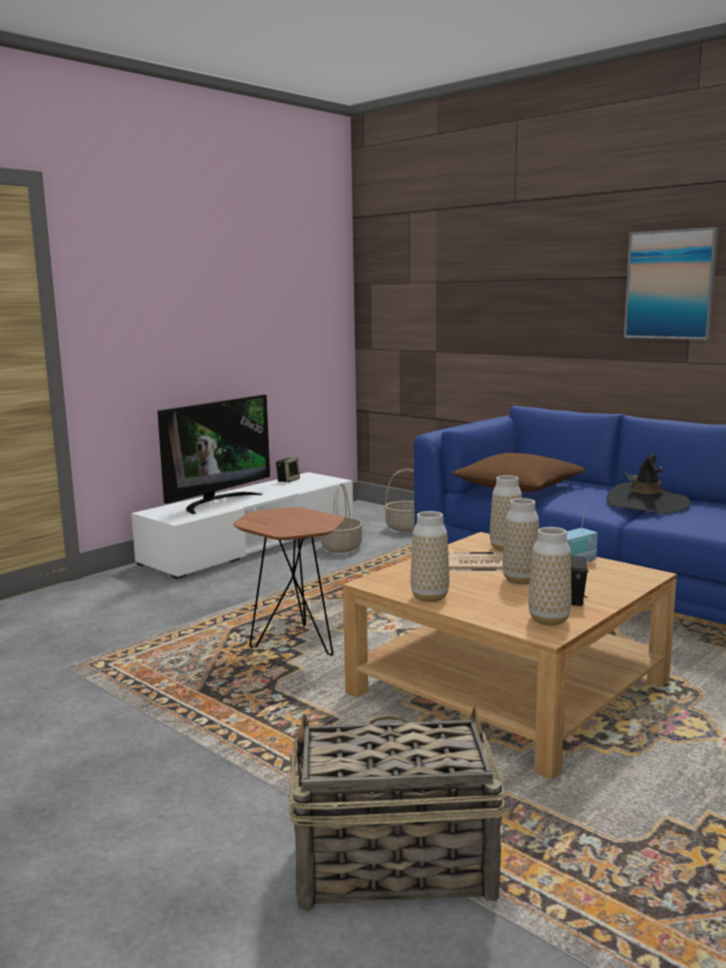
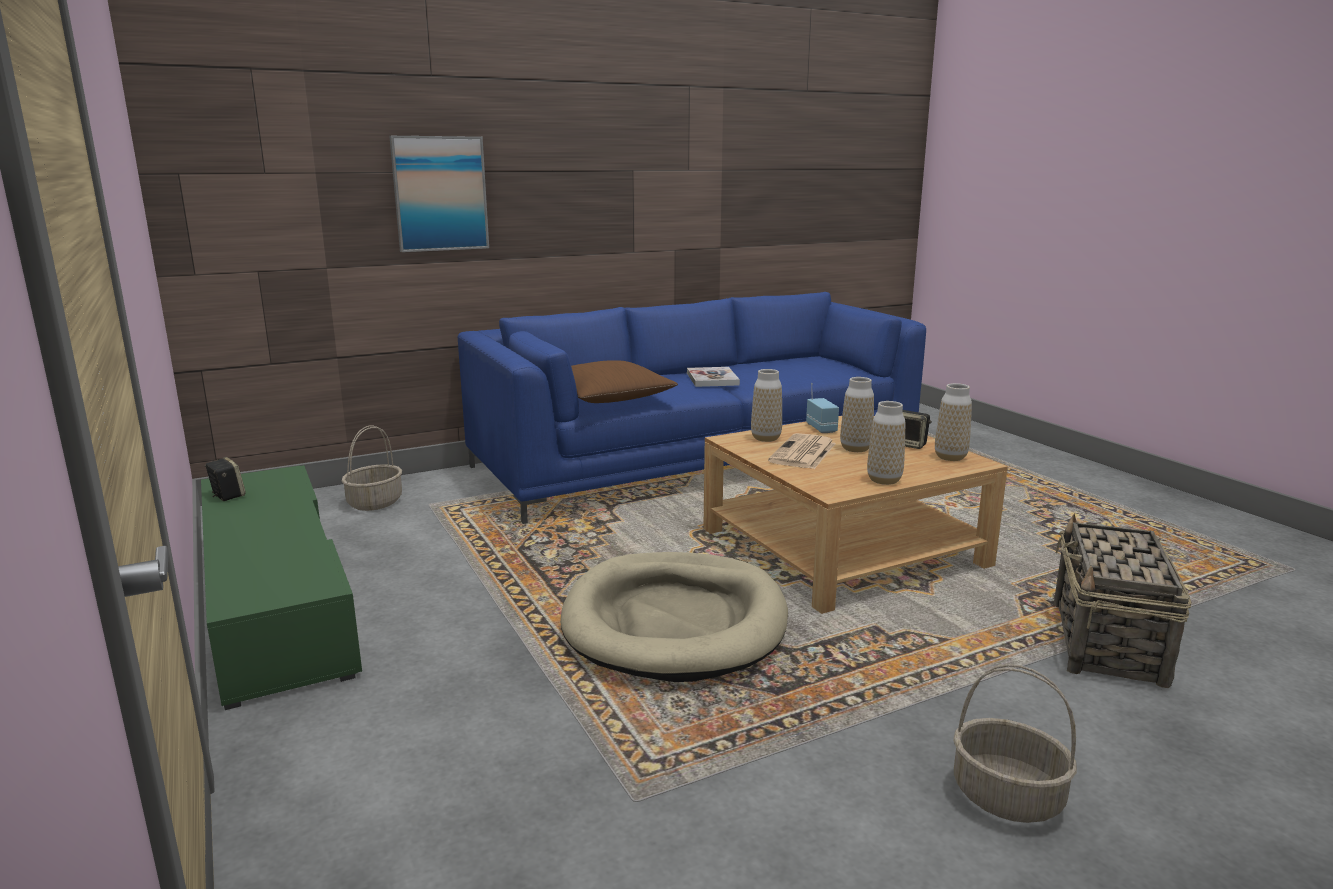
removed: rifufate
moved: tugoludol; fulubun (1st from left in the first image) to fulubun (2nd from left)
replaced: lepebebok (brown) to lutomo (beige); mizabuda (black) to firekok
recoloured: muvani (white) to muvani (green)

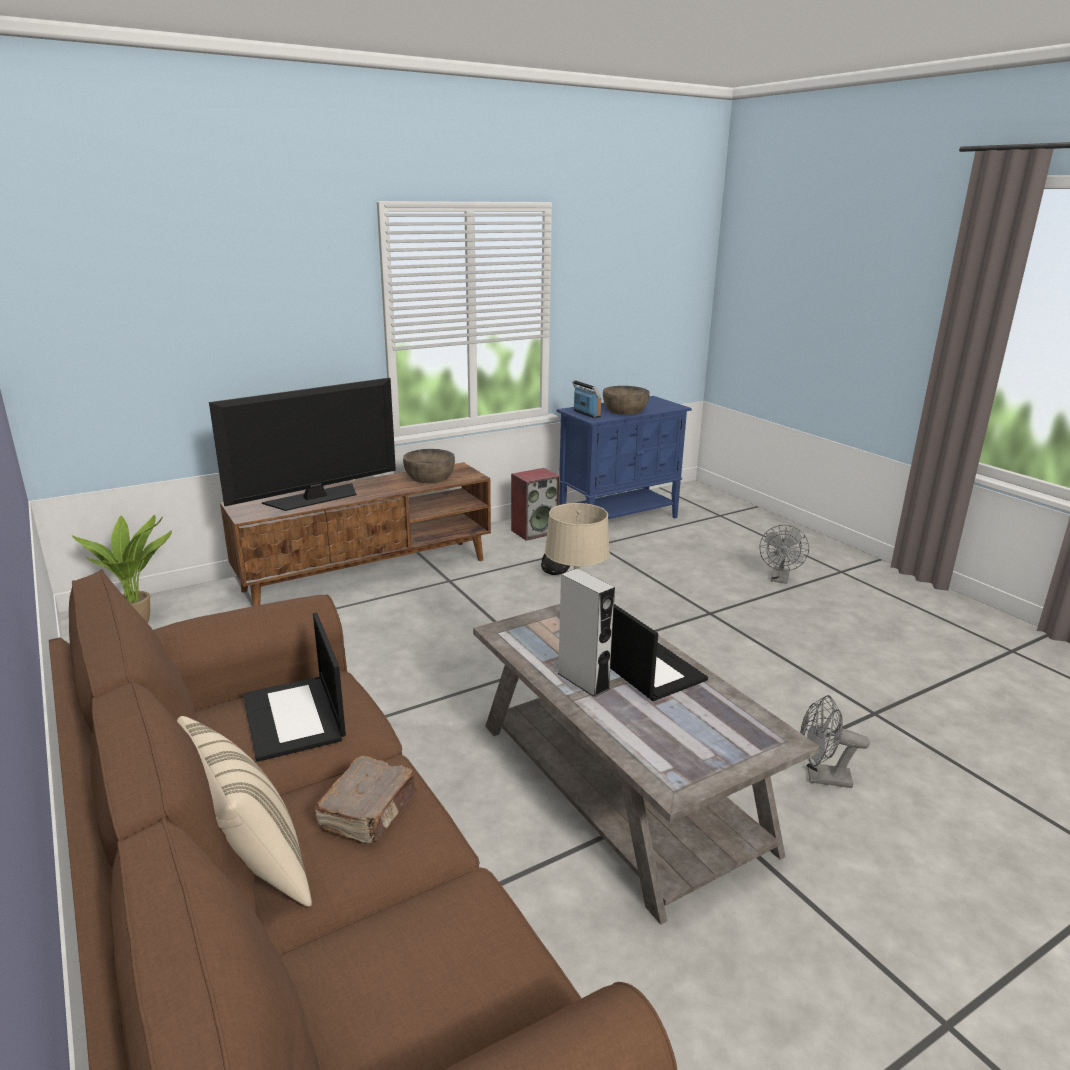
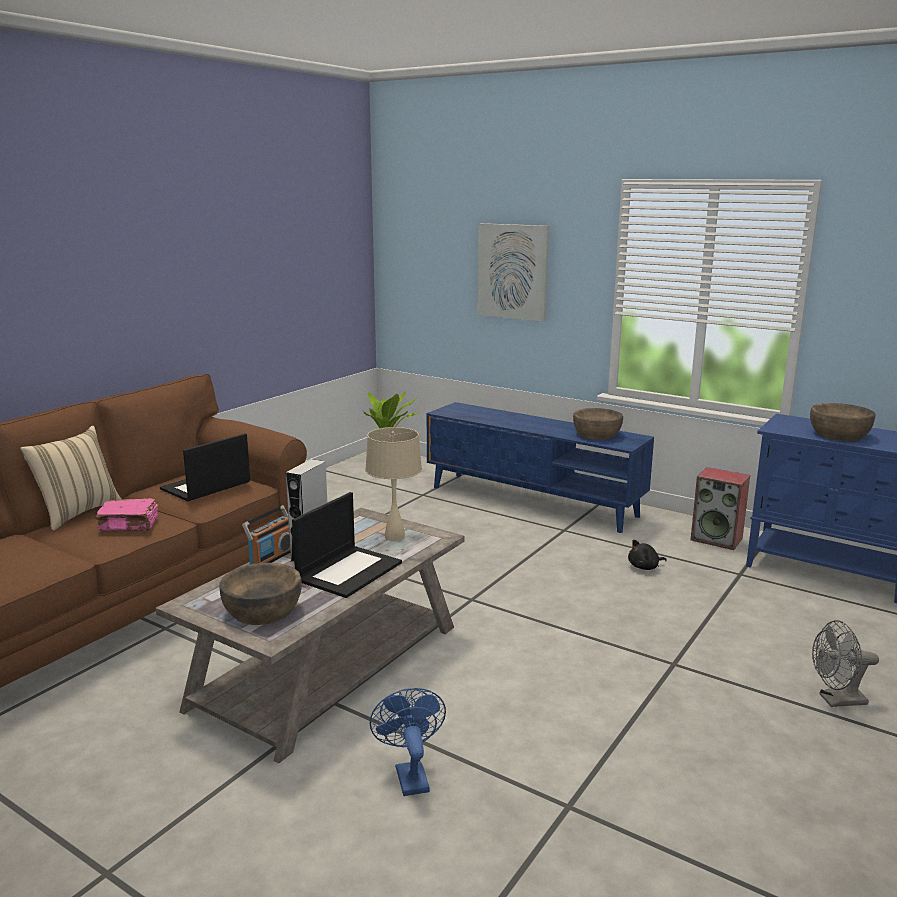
removed: rifufate
added: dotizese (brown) (1st from left); tugoludol
moved: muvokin
recoloured: firekok (brown) to firekok (pink); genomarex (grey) (2nd from left) to genomarex (blue); muvani (brown) to muvani (blue)

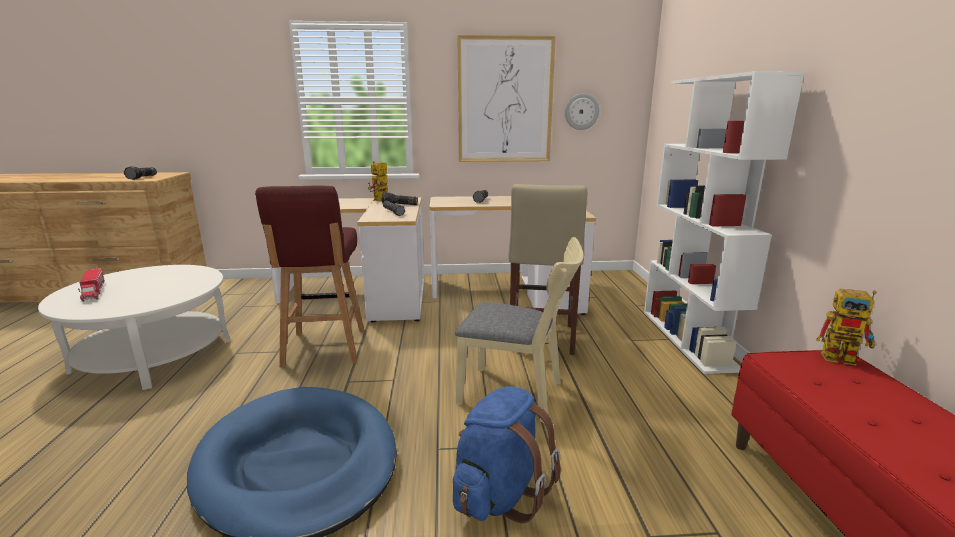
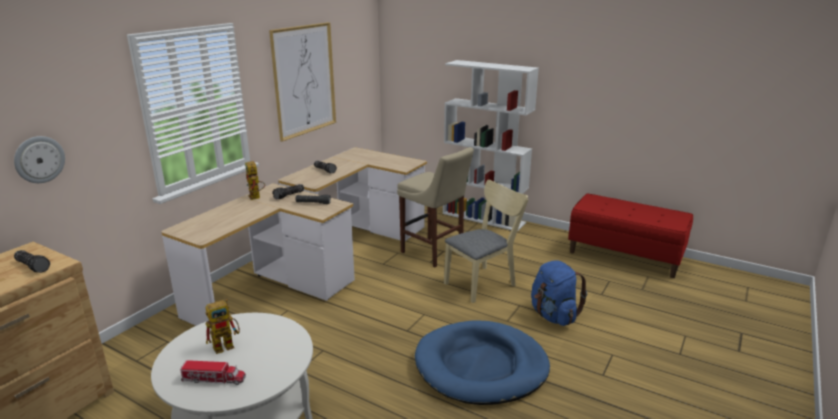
removed: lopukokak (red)
moved: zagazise; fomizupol (2nd from left in the first image) to fomizupol (1st from left)

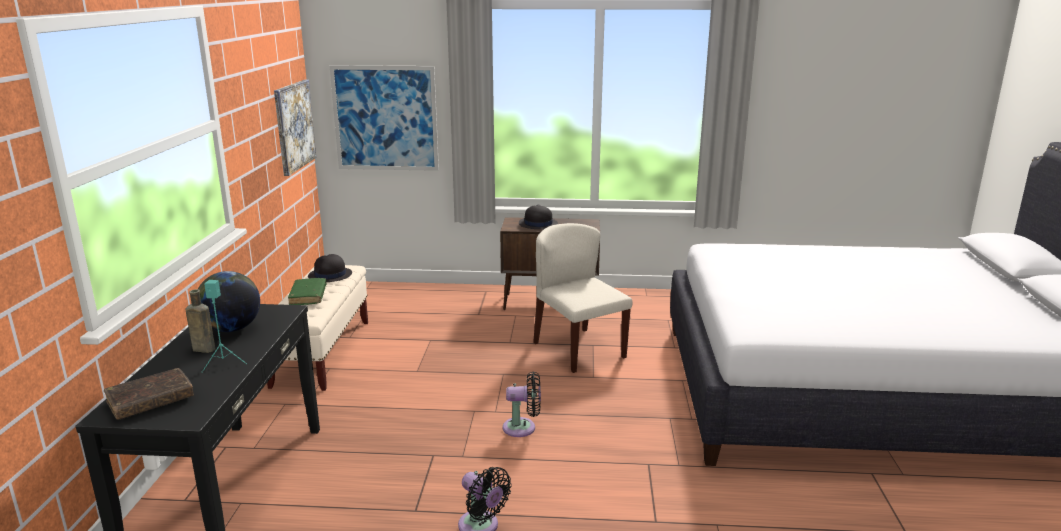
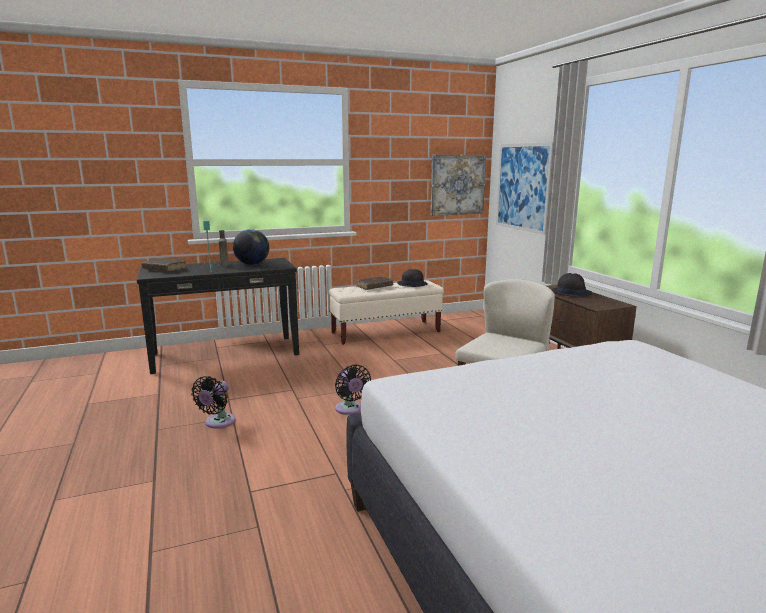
recoloured: firekok (green) to firekok (brown) (2nd from left)

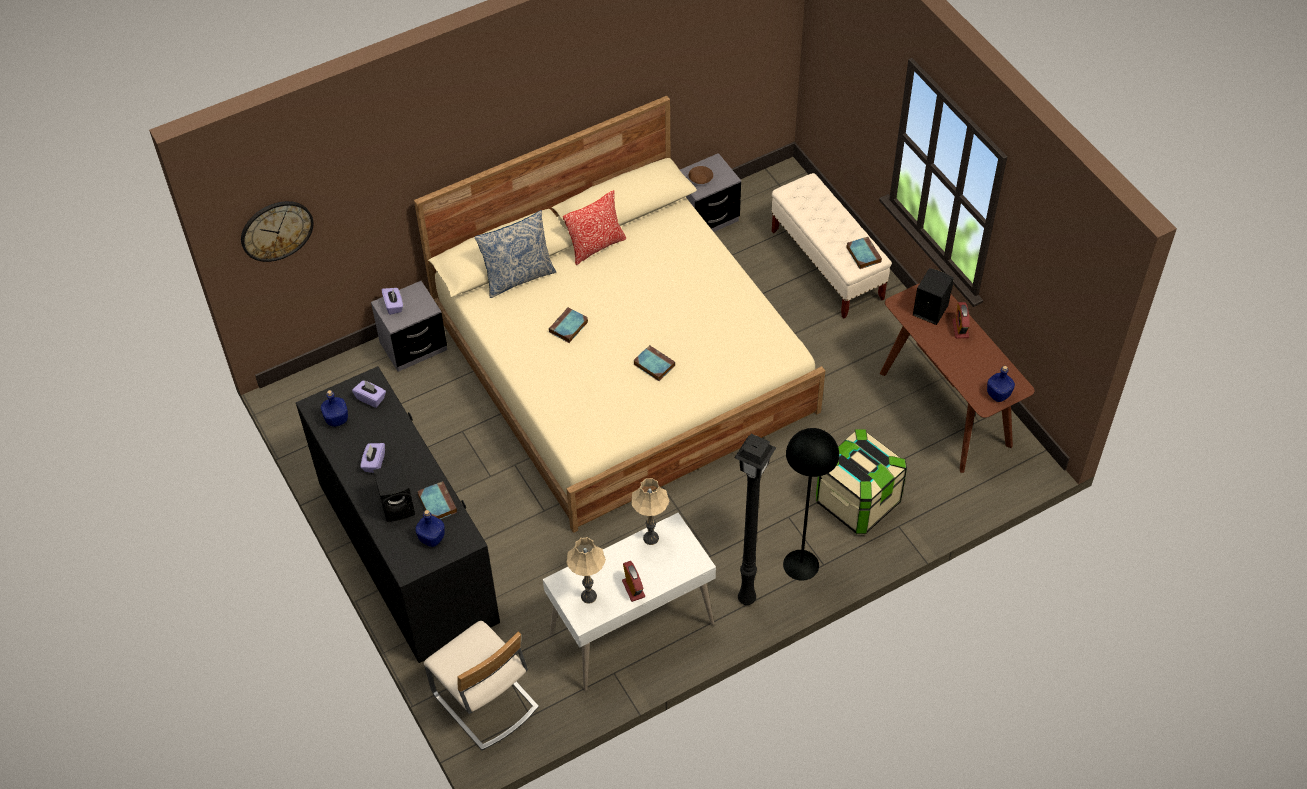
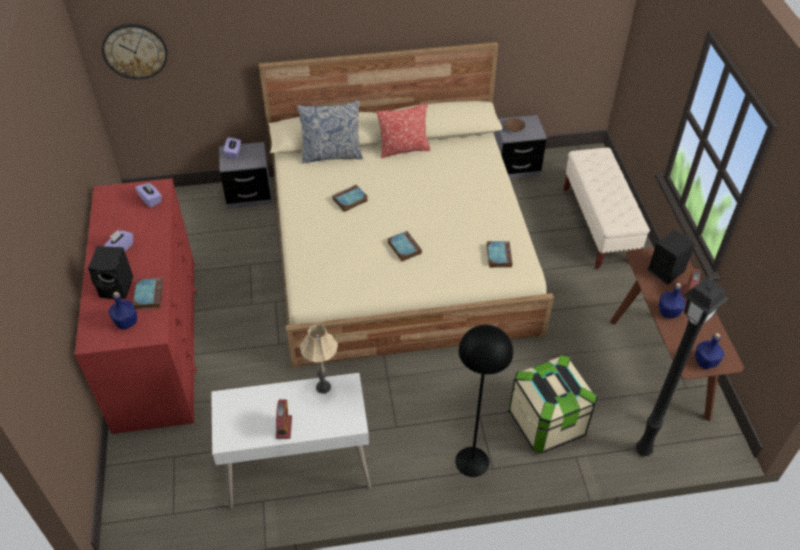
removed: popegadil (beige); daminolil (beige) (1st from left)
moved: firekok (4th from left); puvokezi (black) (1st from left in the first image) to puvokezi (black) (2nd from left); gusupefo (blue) (1st from left in the first image) to gusupefo (blue) (2nd from left)
recoloured: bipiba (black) to bipiba (red)

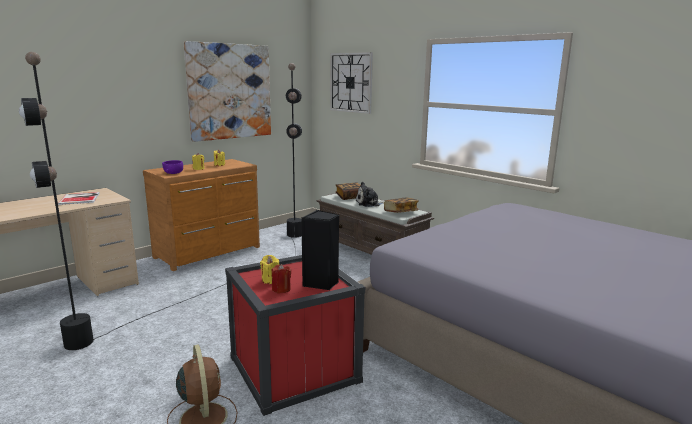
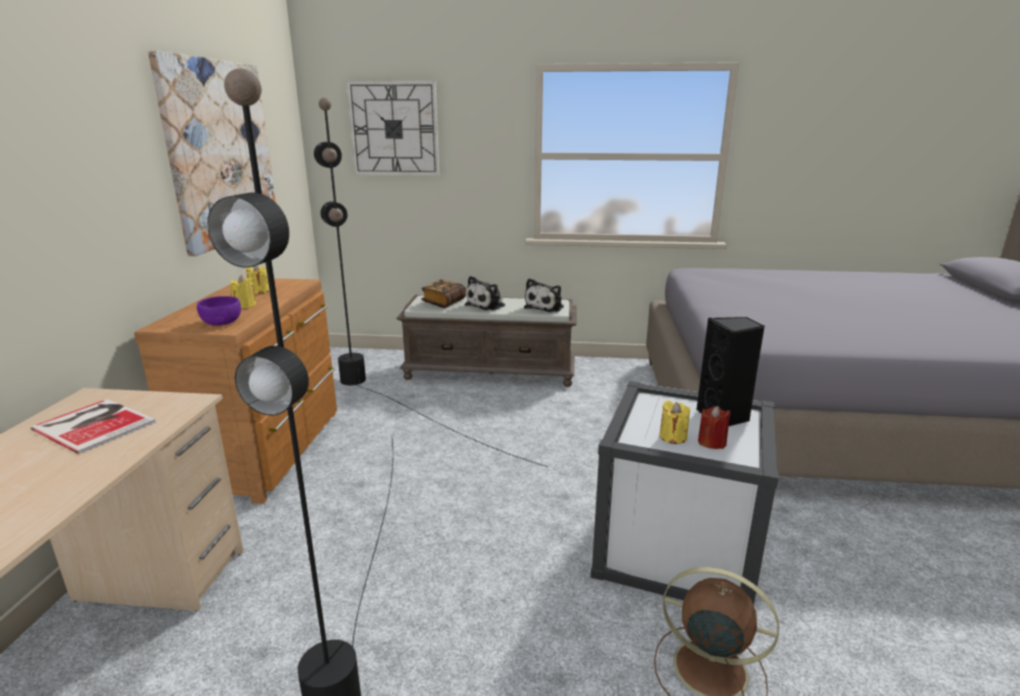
replaced: firekok (3rd from left) to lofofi (2nd from left)
recoloured: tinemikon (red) to tinemikon (white)

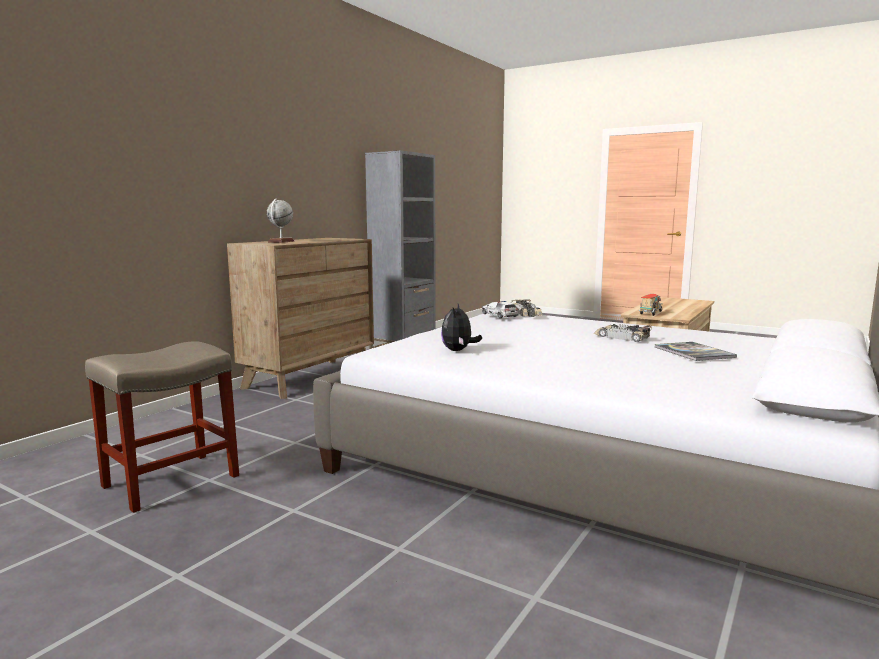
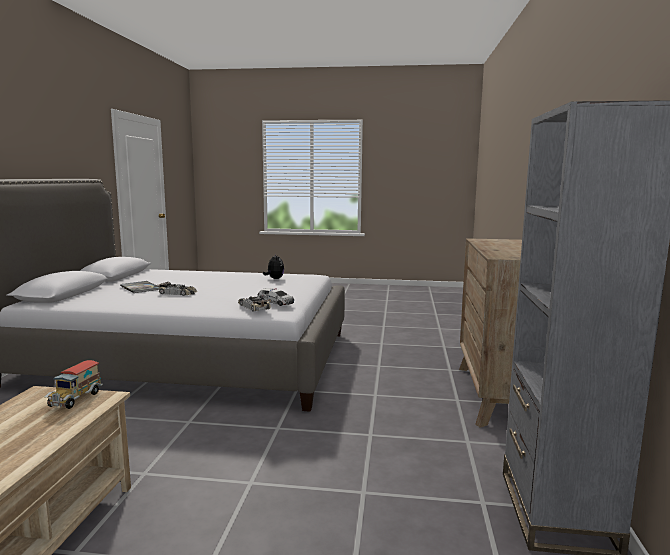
removed: lopukokak (beige); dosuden

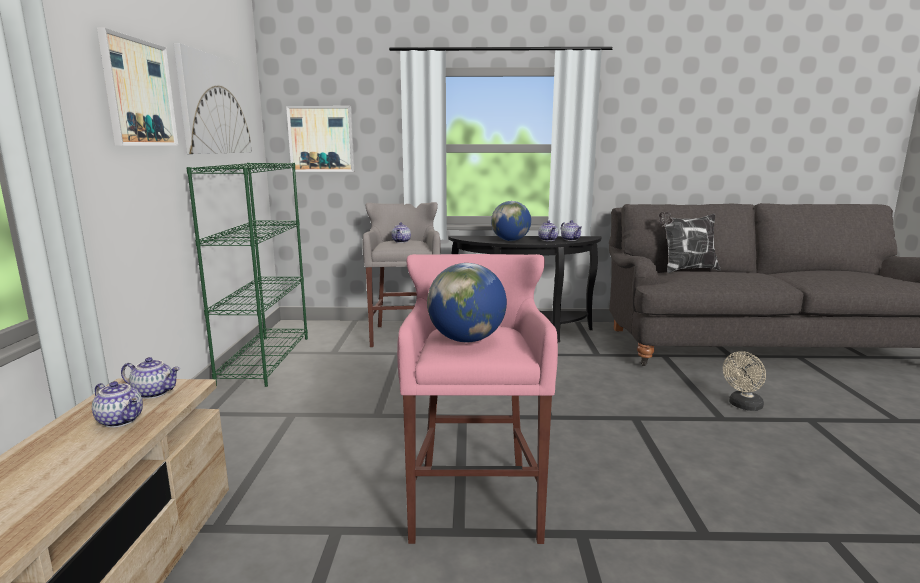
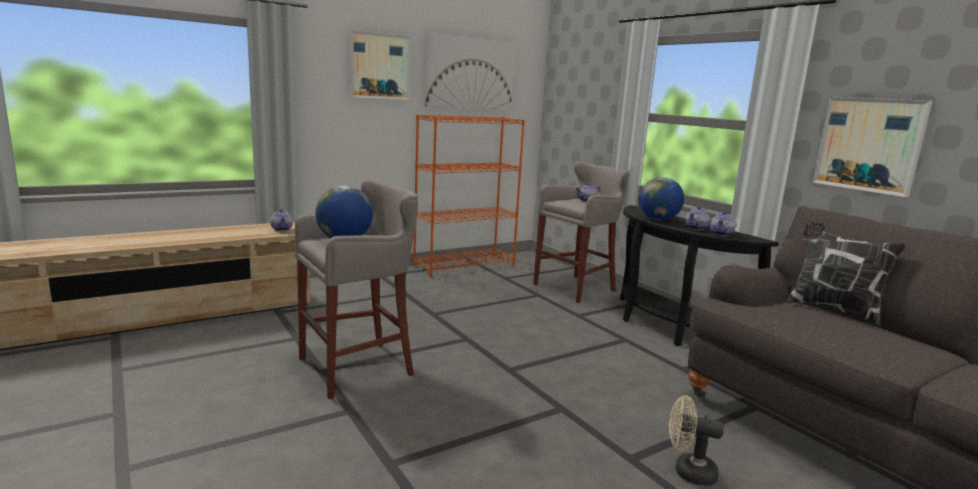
removed: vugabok (1st from left)
moved: tugoludol (3rd from left)
recoloured: lopukokak (pink) to lopukokak (grey) (1st from left); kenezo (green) to kenezo (orange)

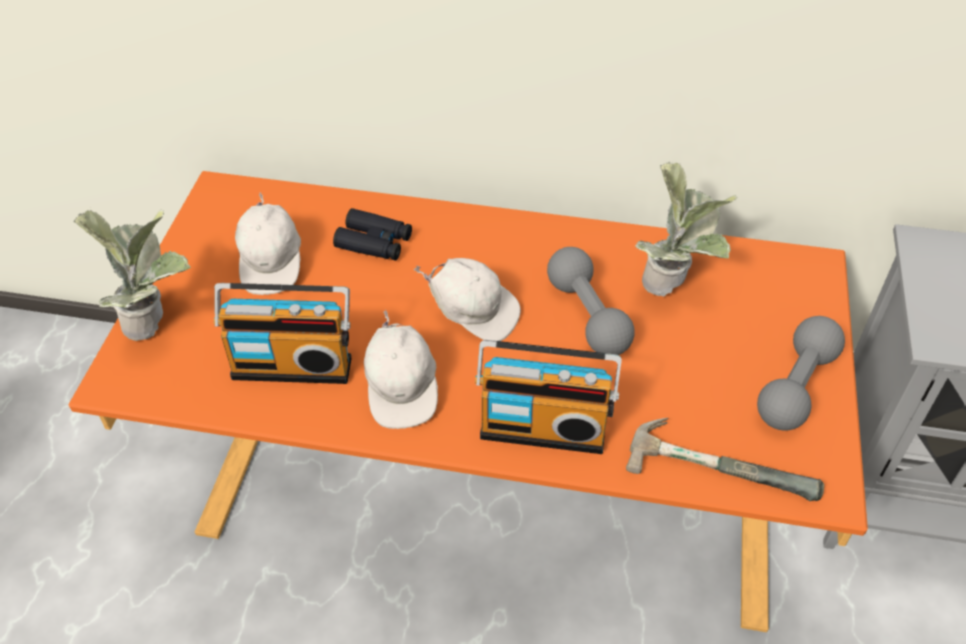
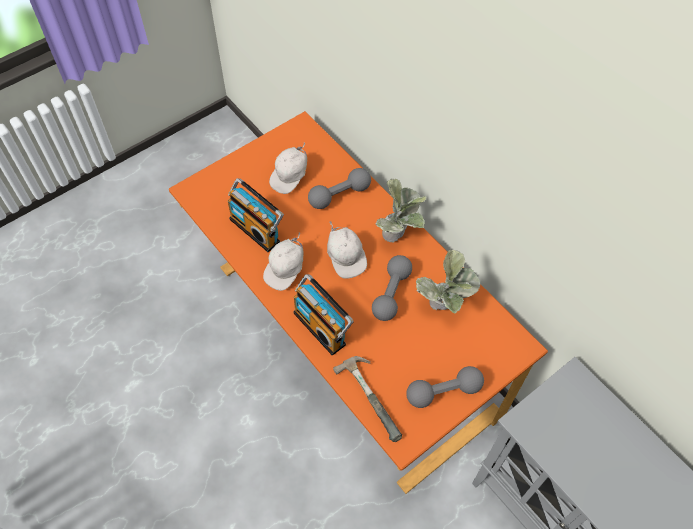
moved: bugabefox (1st from left)
replaced: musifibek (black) to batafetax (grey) (1st from left)

